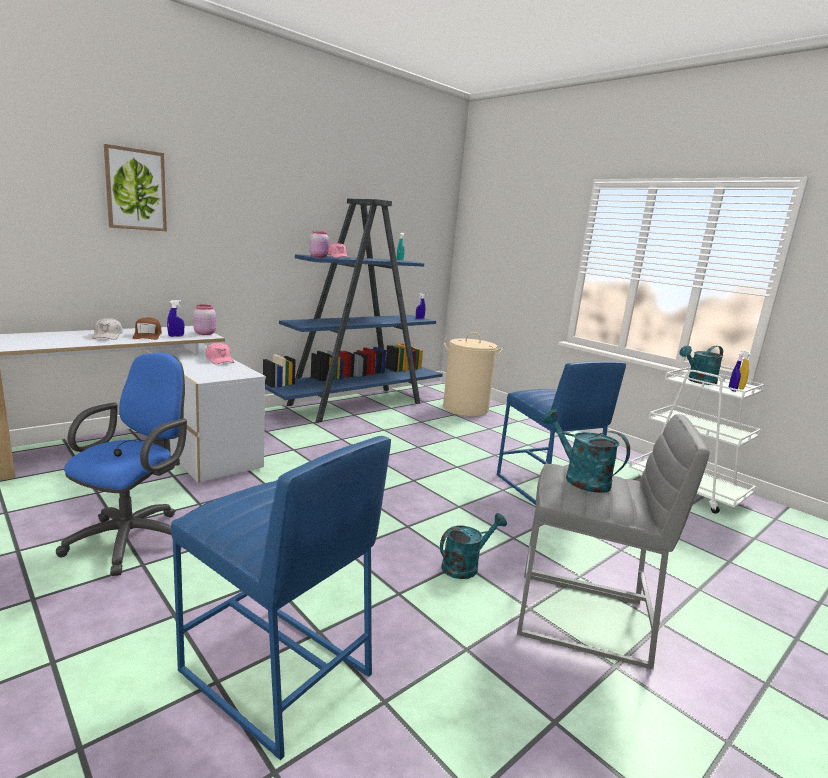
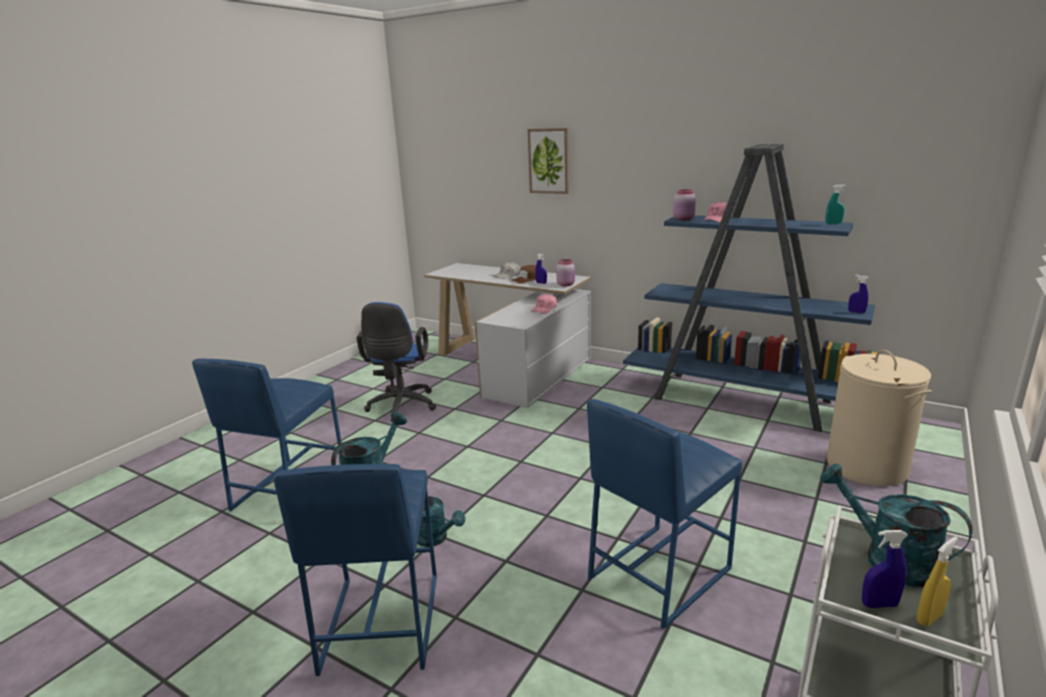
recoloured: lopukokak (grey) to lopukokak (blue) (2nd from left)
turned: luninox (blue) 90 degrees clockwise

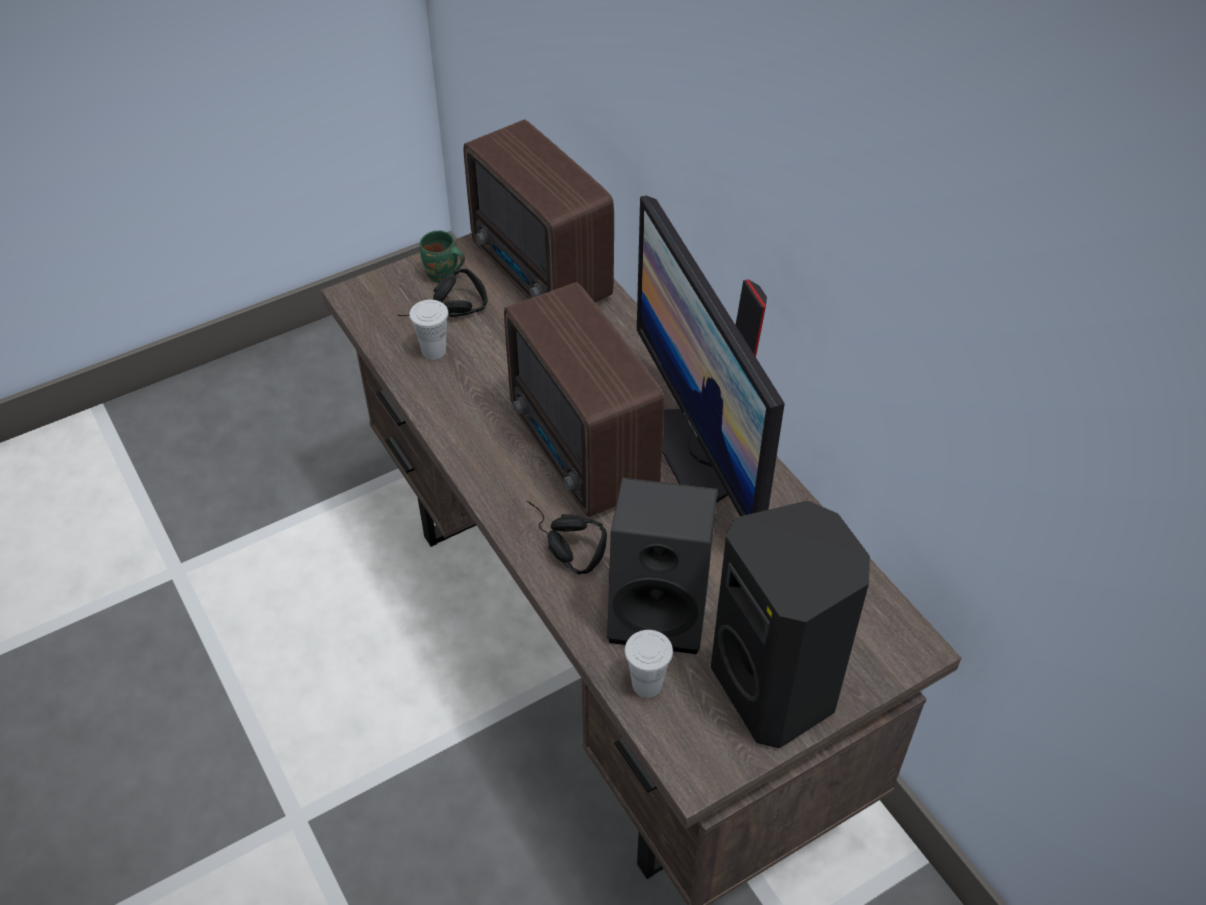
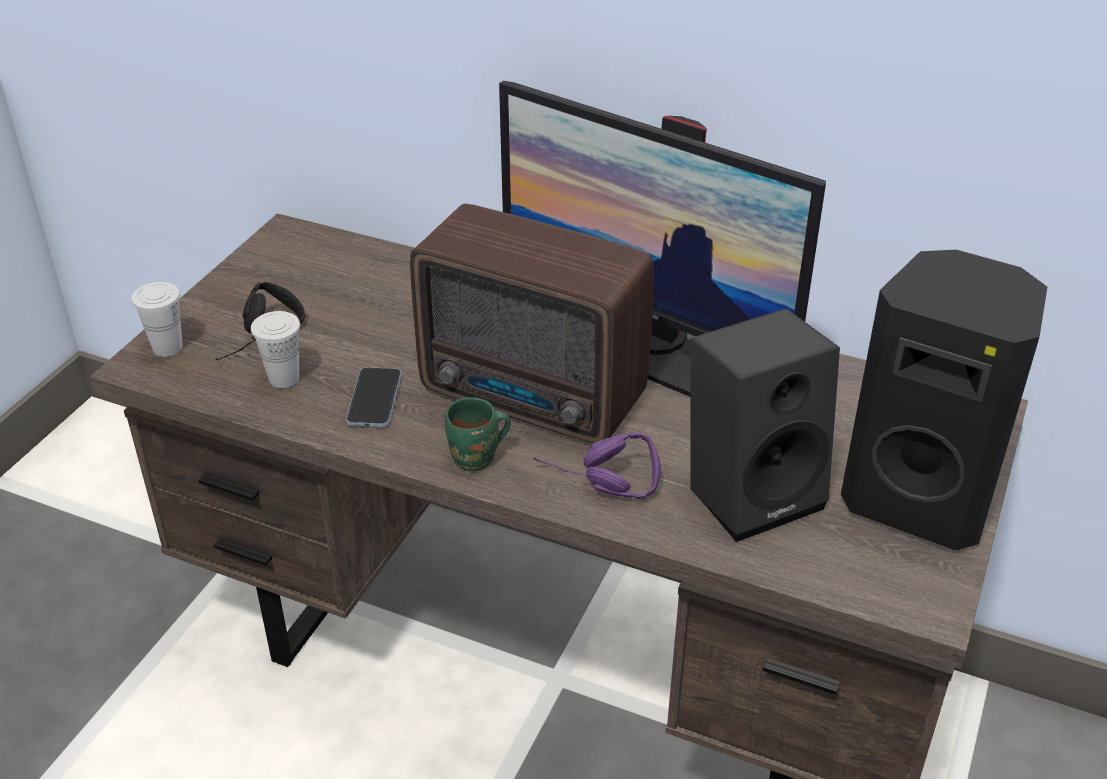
removed: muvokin (1st from left)
added: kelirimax
moved: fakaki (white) (2nd from left in the first image) to fakaki (white) (1st from left); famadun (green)
recoloured: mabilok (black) (2nd from left) to mabilok (purple)

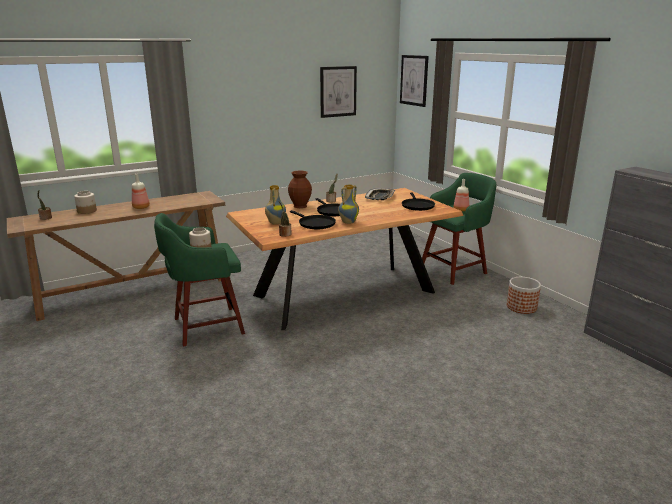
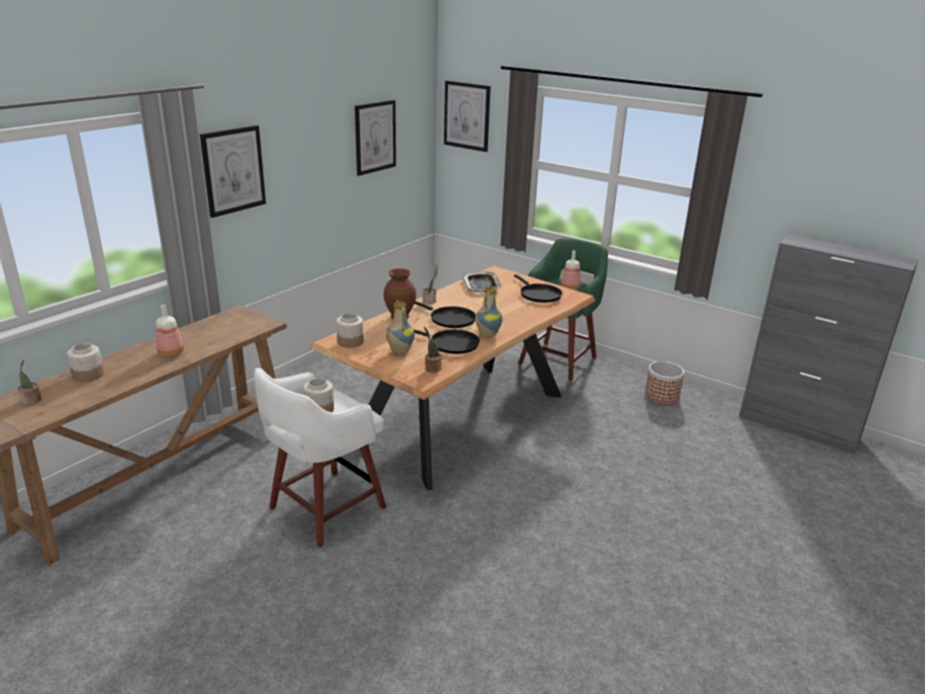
added: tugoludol (1st from left); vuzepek (3rd from left)
recoloured: lopukokak (green) (1st from left) to lopukokak (white)

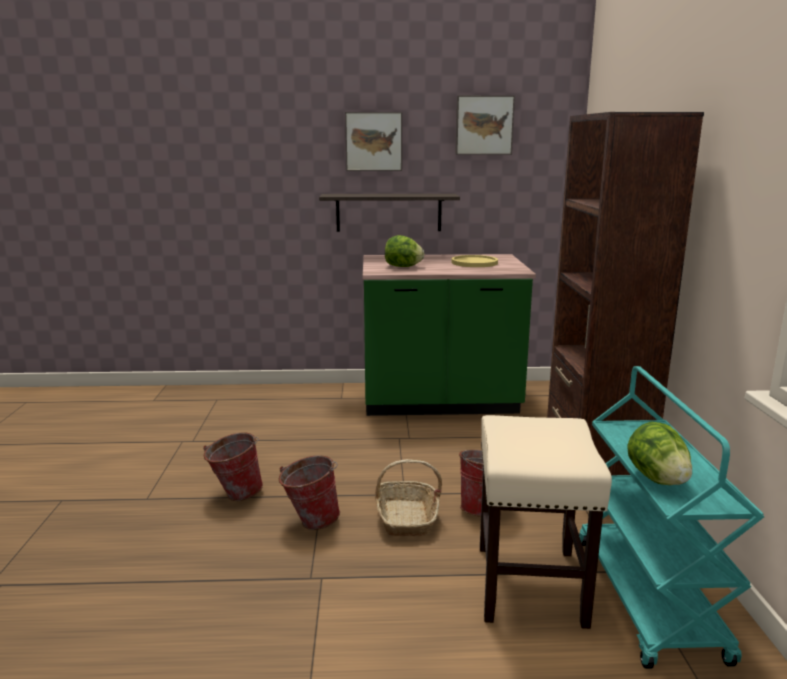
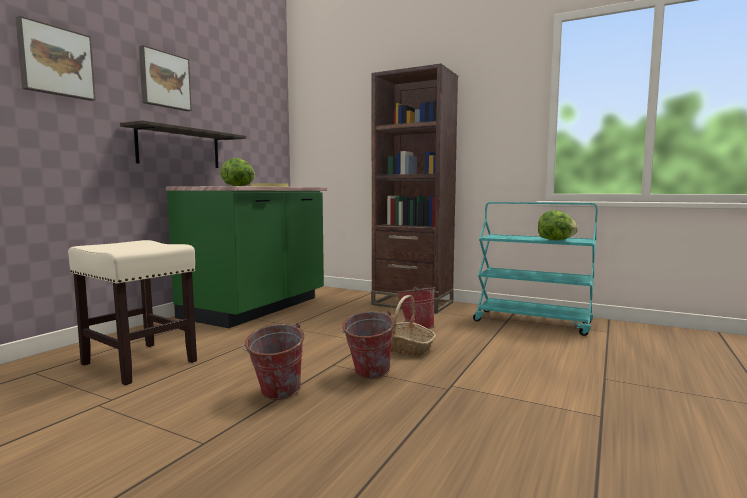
moved: tugoludol (2nd from left in the first image) to tugoludol (1st from left); lopukokak (beige)

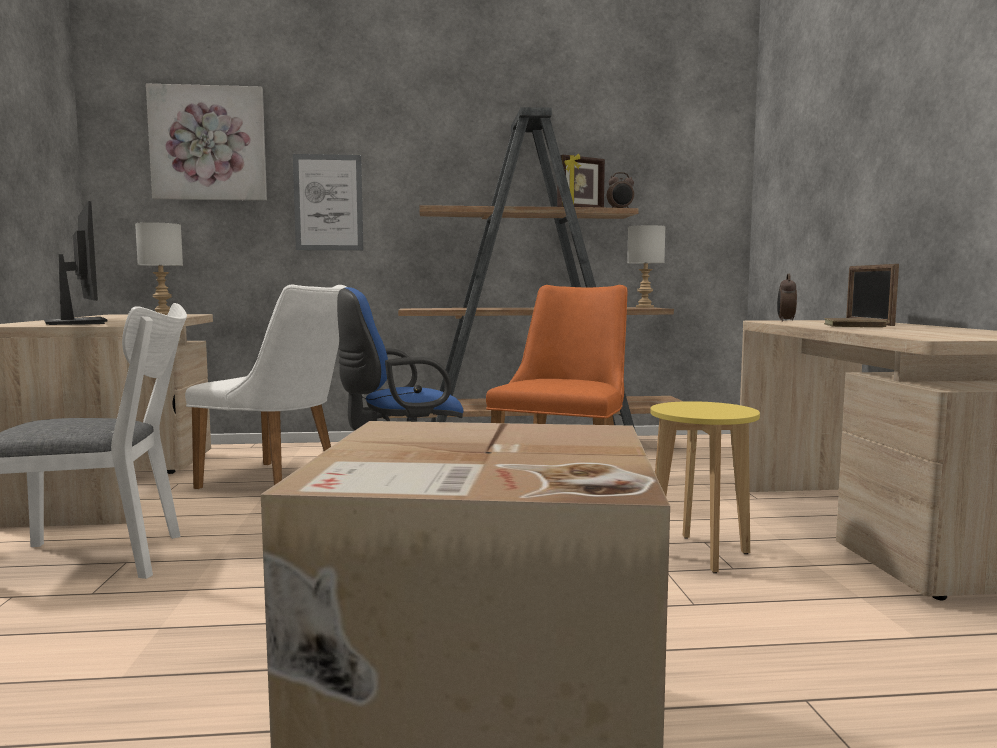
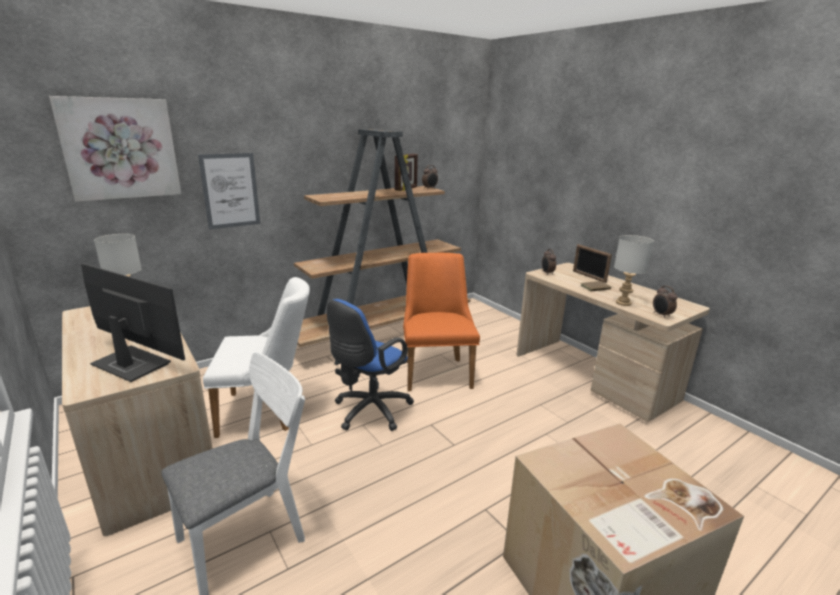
removed: lopukokak (yellow)
added: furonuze (3rd from left)
moved: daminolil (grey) (2nd from left)

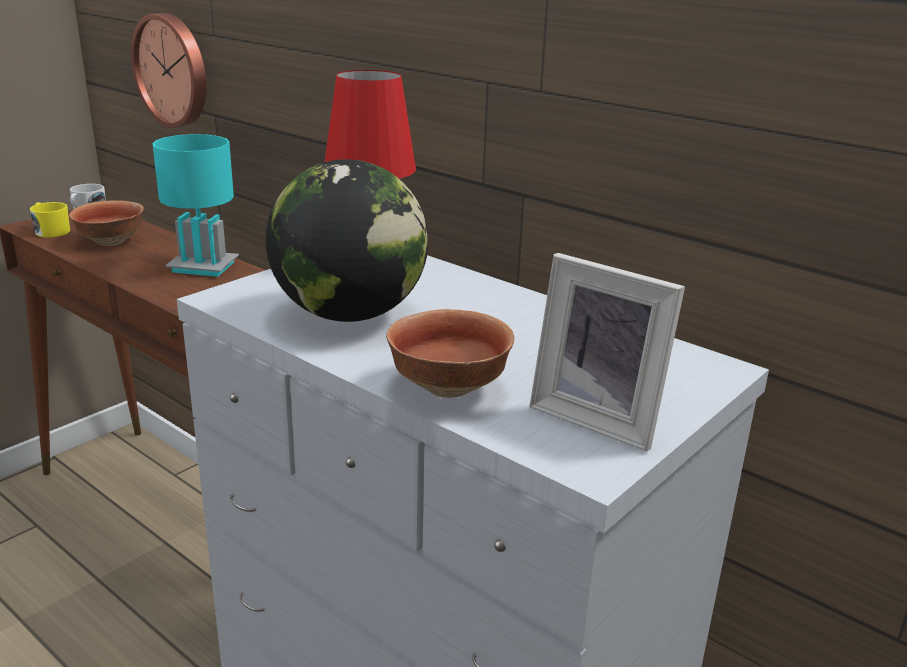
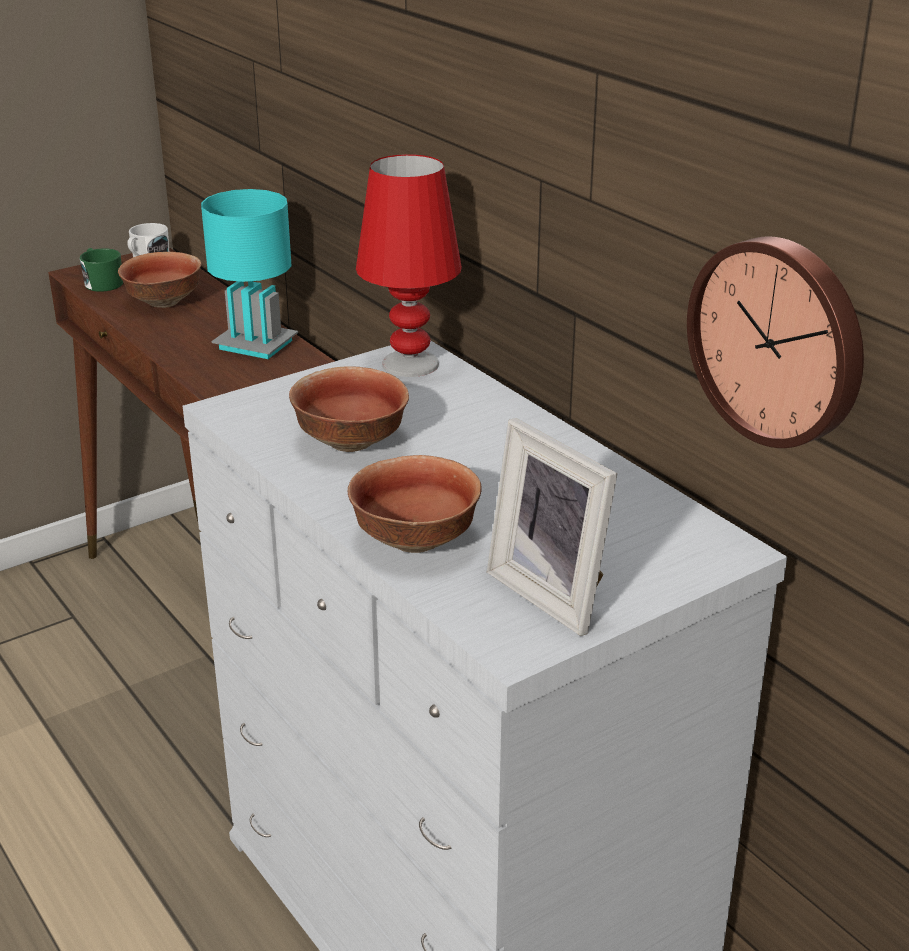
moved: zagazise
replaced: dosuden to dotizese (2nd from left)
recoloured: famadun (yellow) to famadun (green)

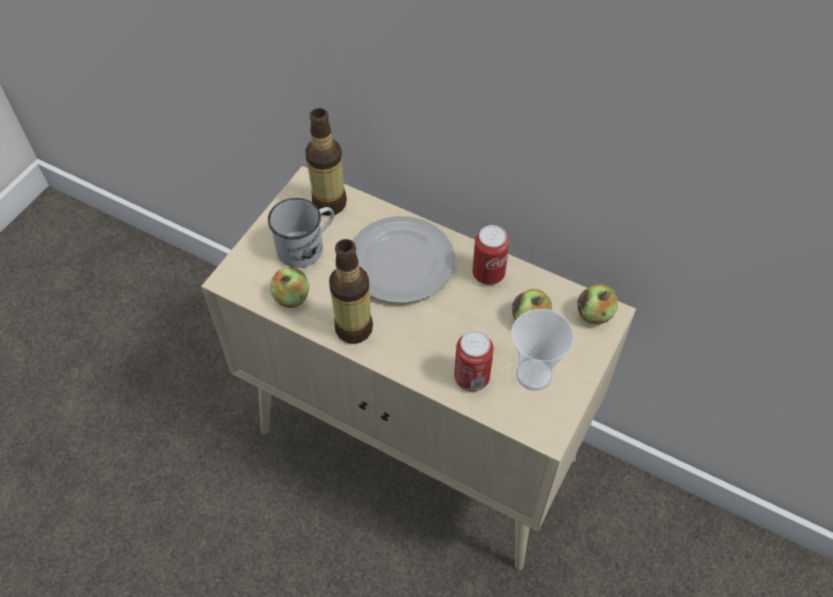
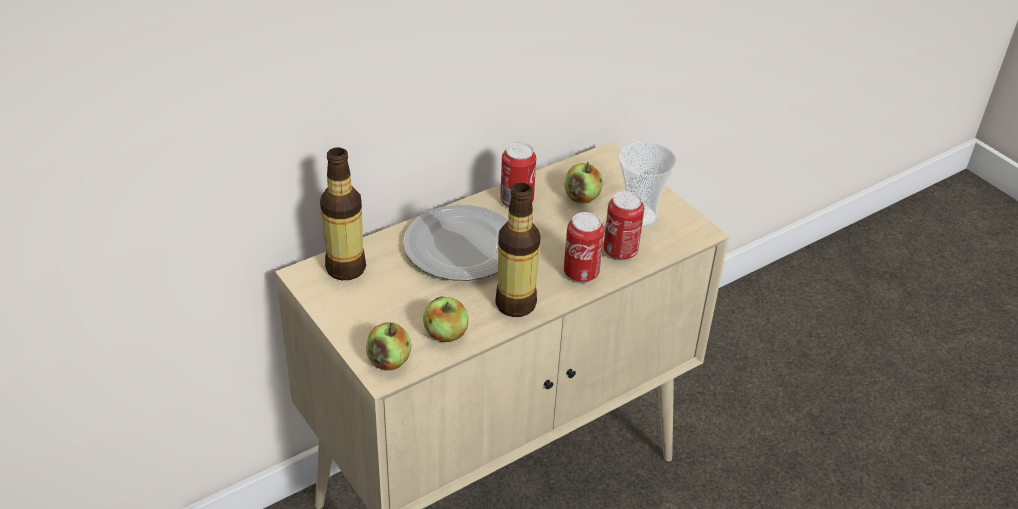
removed: famadun (white)
added: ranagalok (2nd from left)
moved: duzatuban (3rd from left in the first image) to duzatuban (1st from left)

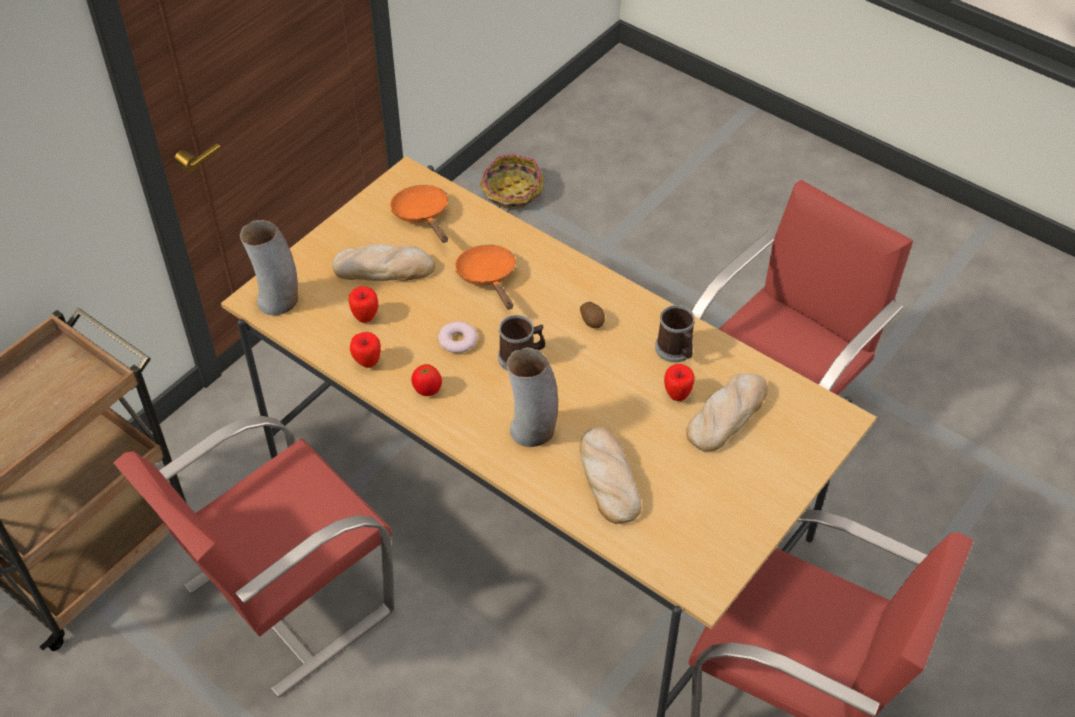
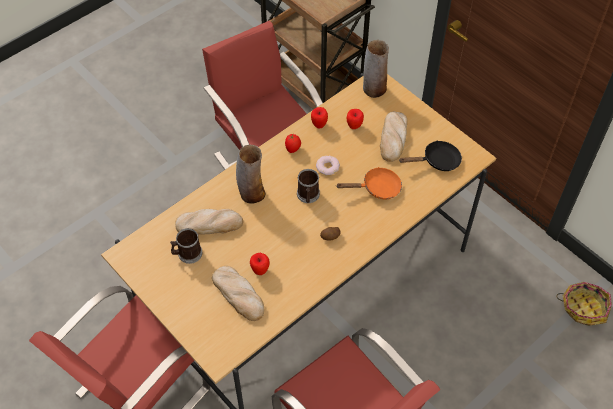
moved: famadun (2nd from left in the first image) to famadun (1st from left)
recoloured: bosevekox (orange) (1st from left) to bosevekox (black)

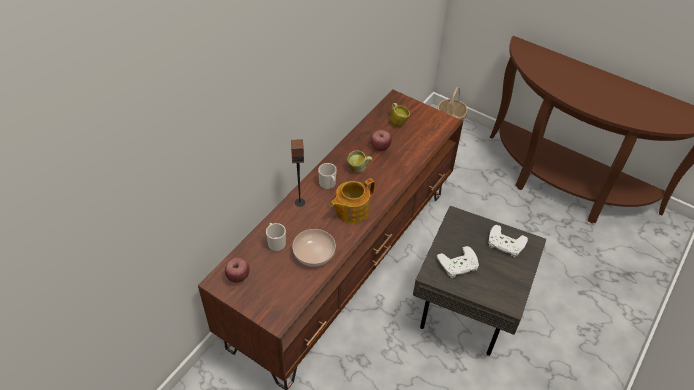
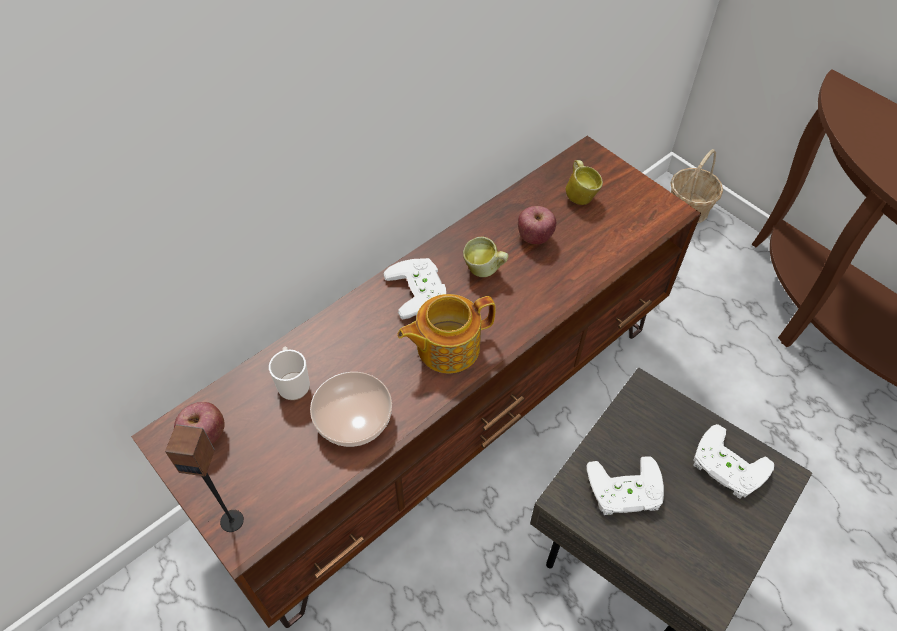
moved: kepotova
replaced: famadun (2nd from left) to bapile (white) (1st from left)

